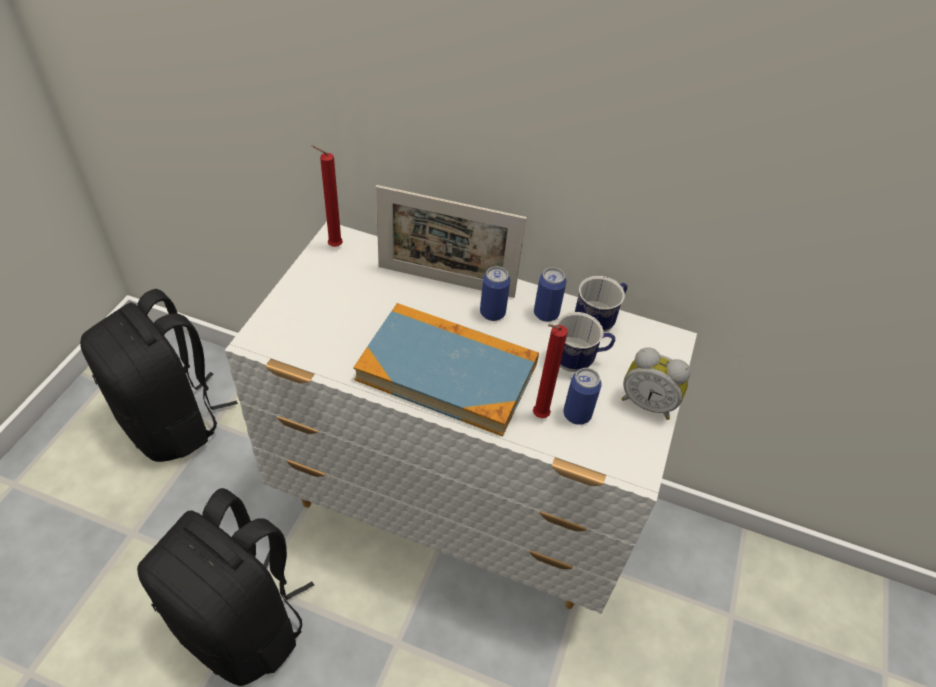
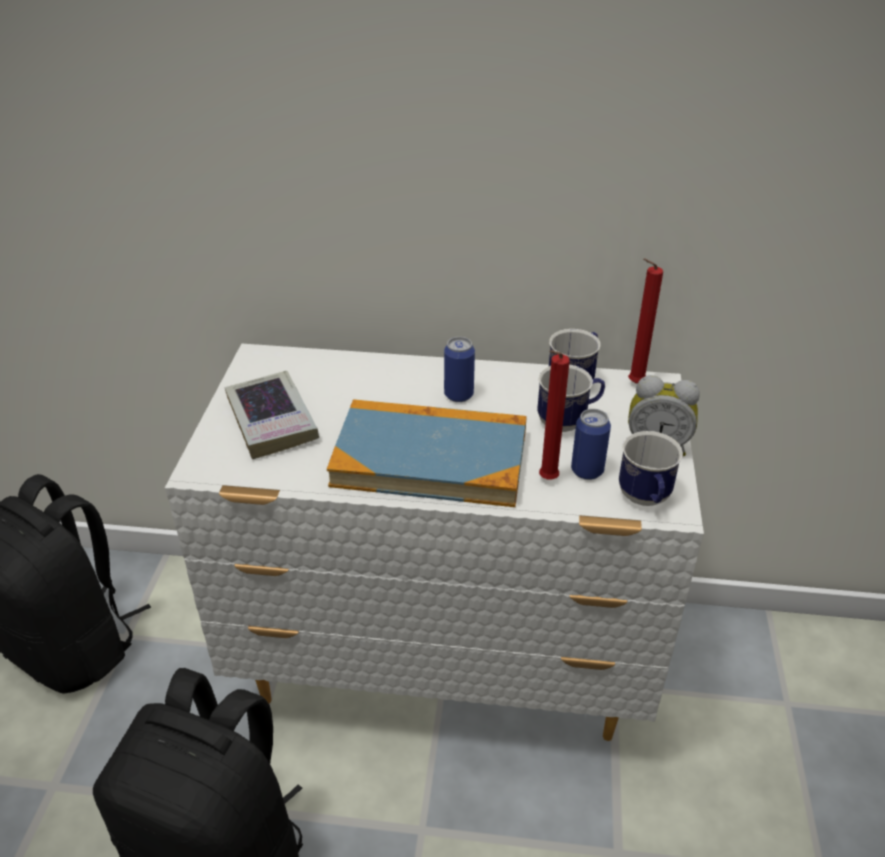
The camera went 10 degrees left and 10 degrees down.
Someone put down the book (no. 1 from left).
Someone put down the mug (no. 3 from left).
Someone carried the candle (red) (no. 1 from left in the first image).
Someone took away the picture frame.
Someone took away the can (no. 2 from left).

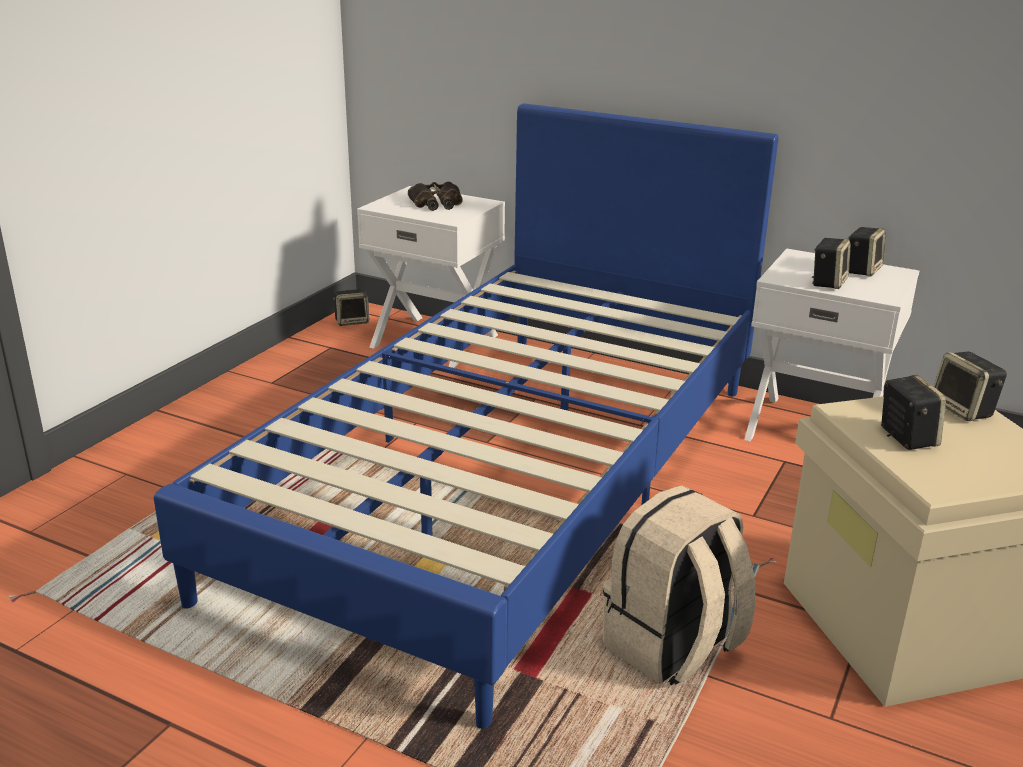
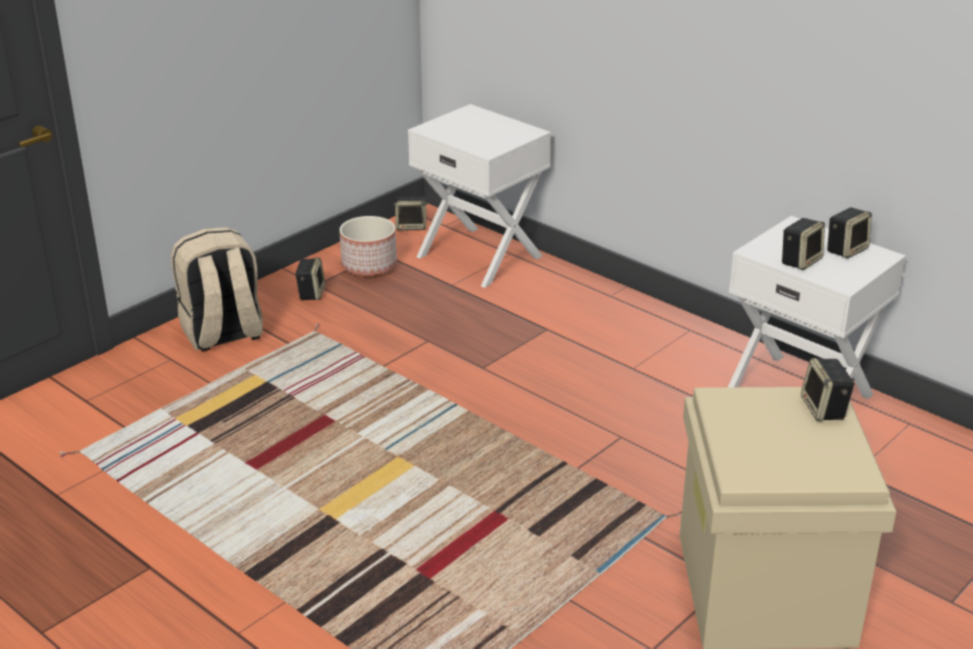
The camera went 15 degrees right and 5 degrees up.
Someone carried the backpack (beige).
Someone carried the speaker (no. 4 from left in the first image).
Someone put down the planter.
Someone took away the bed (blue).
Someone took away the binoculars.

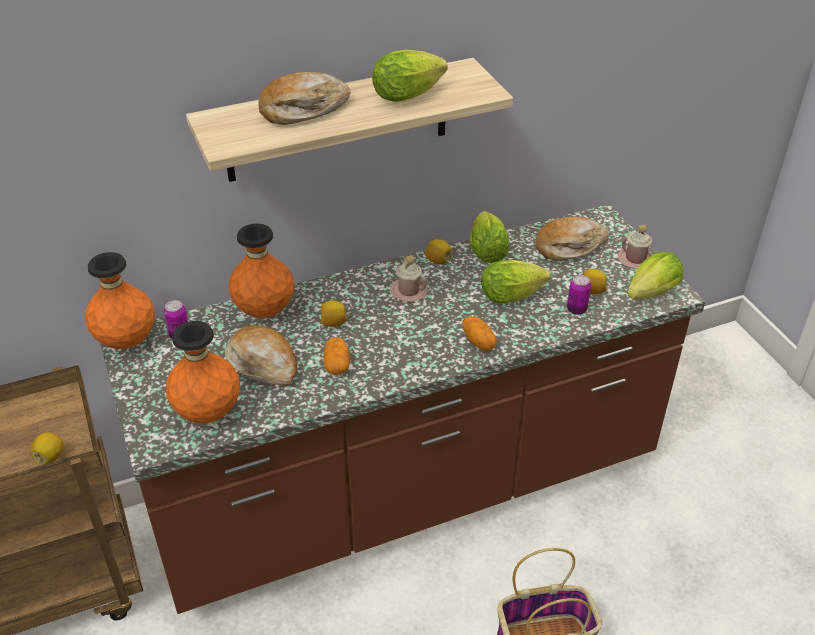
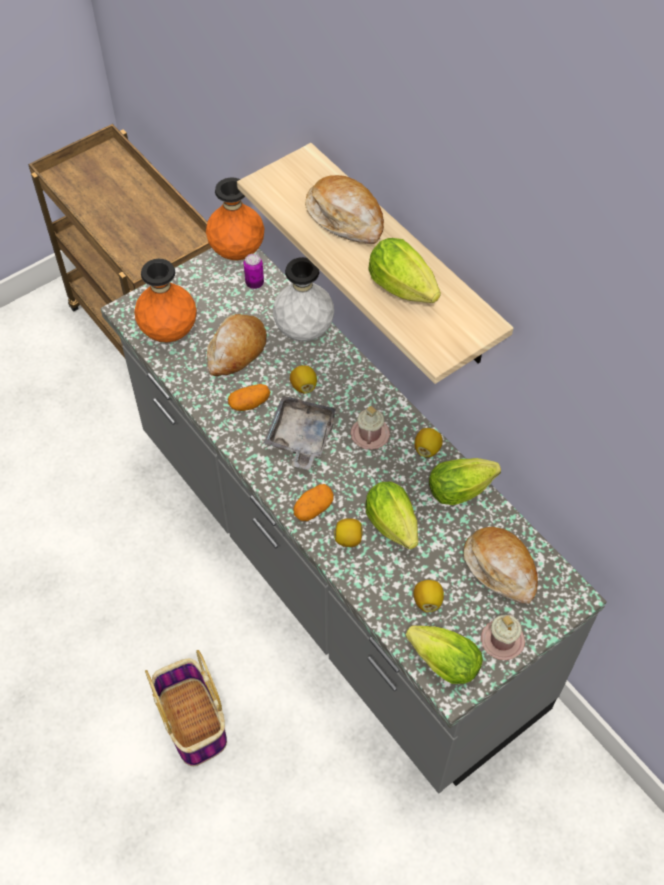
The camera went 75 degrees right and 15 degrees up.
Someone repainted the counter (brown), which became the counter (grey).
Someone put down the tray (grey).
Someone repainted the vase (orange) (no. 3 from left), which became the vase (white).
Someone carried the lemon (no. 1 from left in the first image).
Someone took away the can (no. 2 from left).

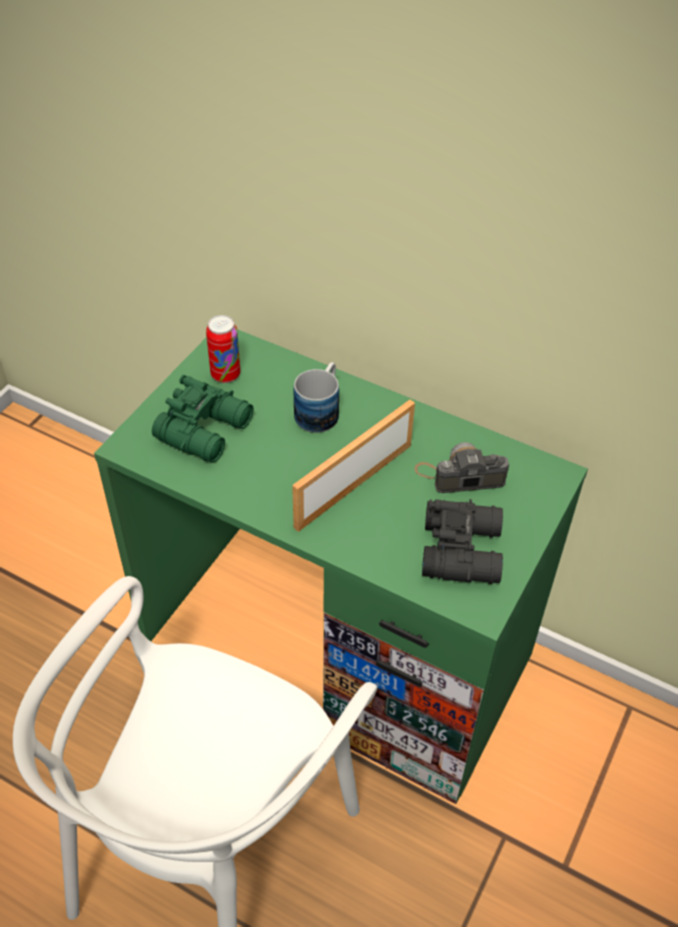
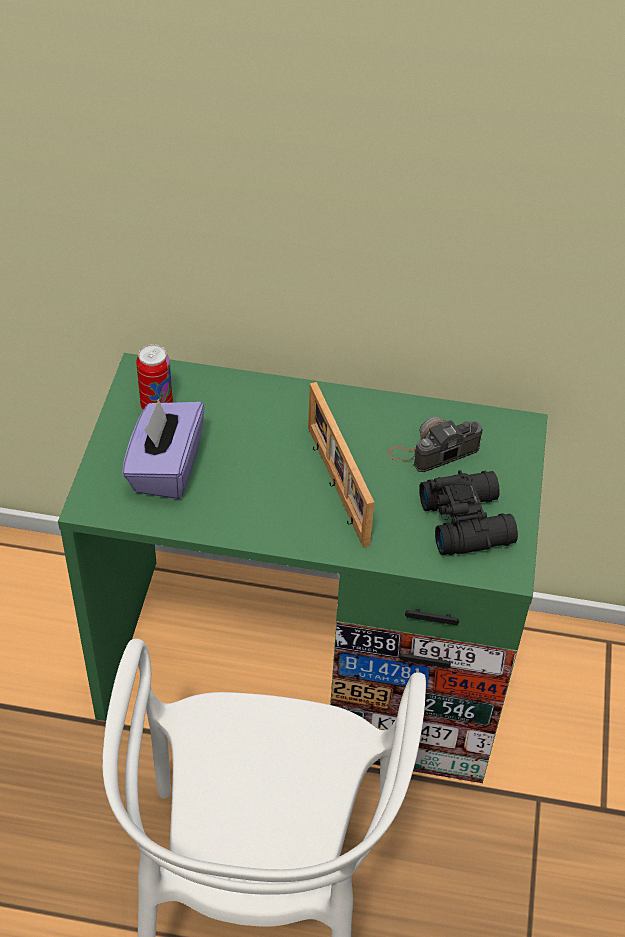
The camera went 20 degrees left and 0 degrees up.
Someone swapped the binoculars (green) for the tissue box (purple).
Someone rotated the picture frame by 45 degrees counterclockwise.
Someone took away the mug.

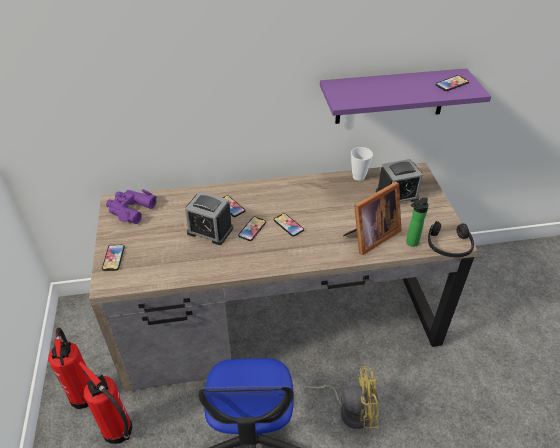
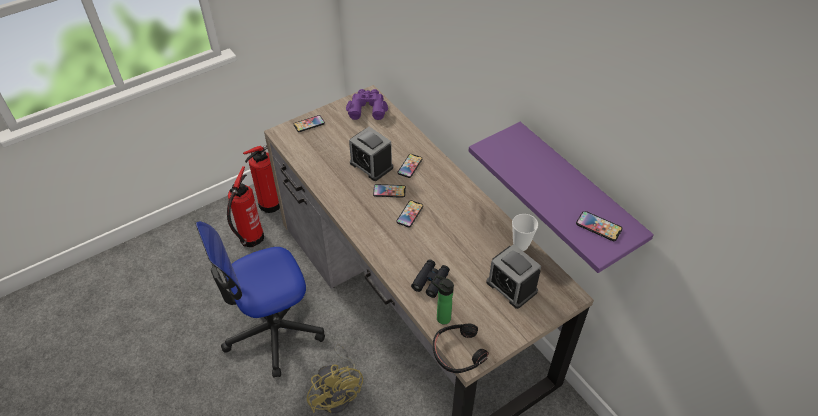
The camera went 65 degrees right and 5 degrees up.
Someone rotated the alarm clock (no. 1 from left) by 45 degrees counterclockwise.
Someone swapped the picture frame for the binoculars (black).

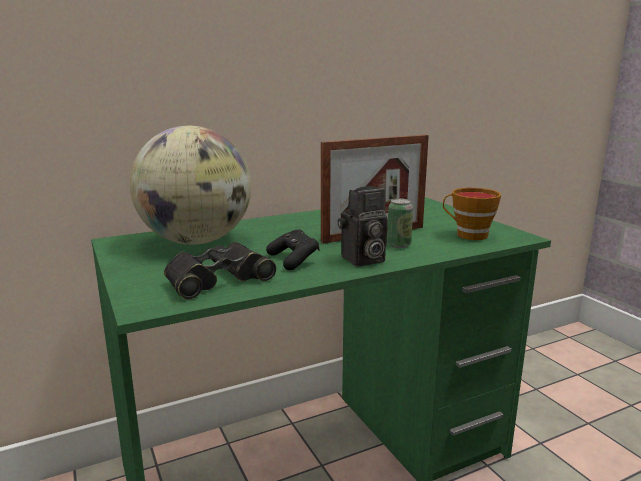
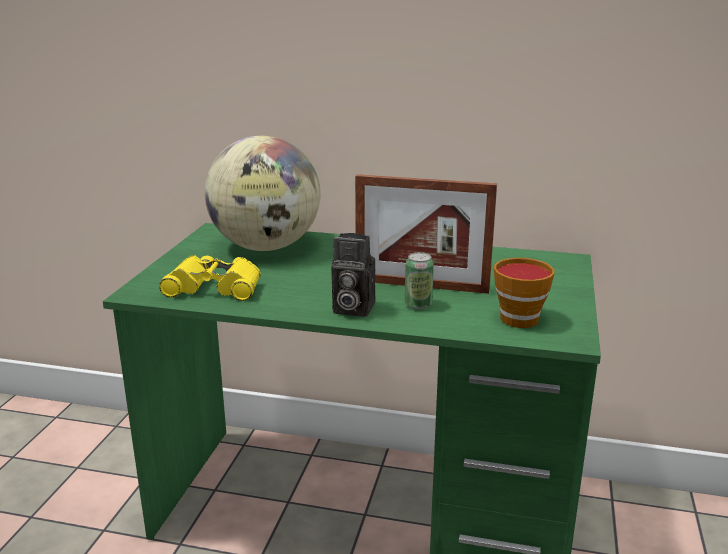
The camera went 40 degrees right and 5 degrees up.
Someone repainted the binoculars (black), which became the binoculars (yellow).
Someone took away the game controller (black).

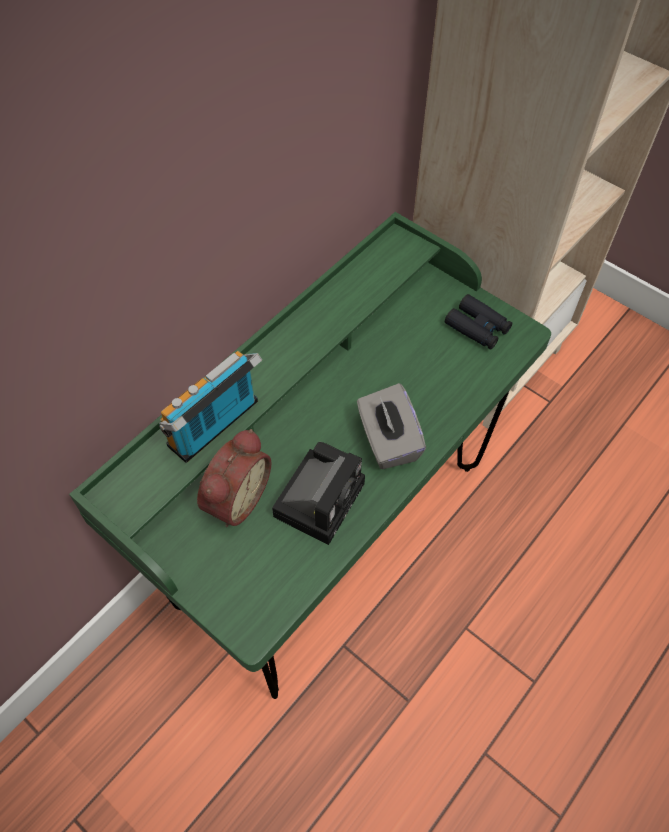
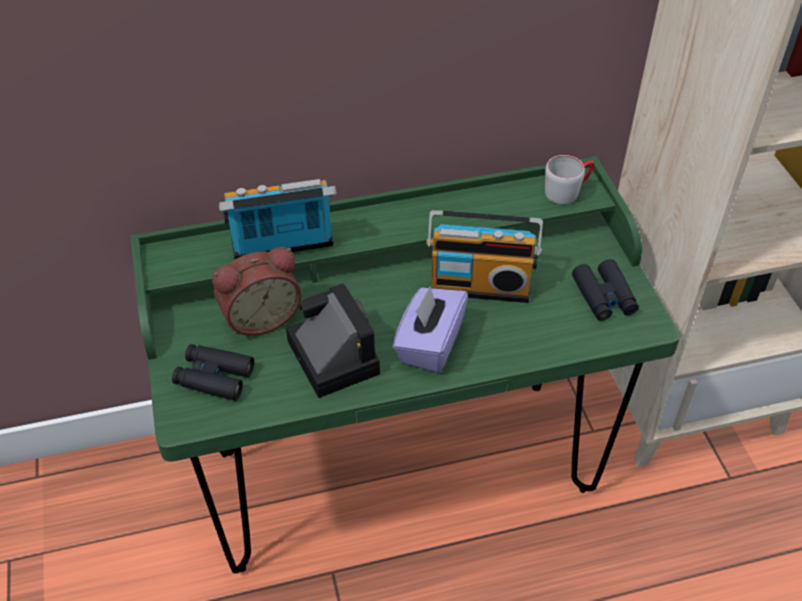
The camera went 35 degrees right and 10 degrees down.
Someone put down the binoculars (black) (no. 1 from left).
Someone rotated the photo camera by 90 degrees counterclockwise.
Someone repainted the tissue box (grey), which became the tissue box (purple).
Someone put down the radio (no. 2 from left).
Someone put down the mug (grey).

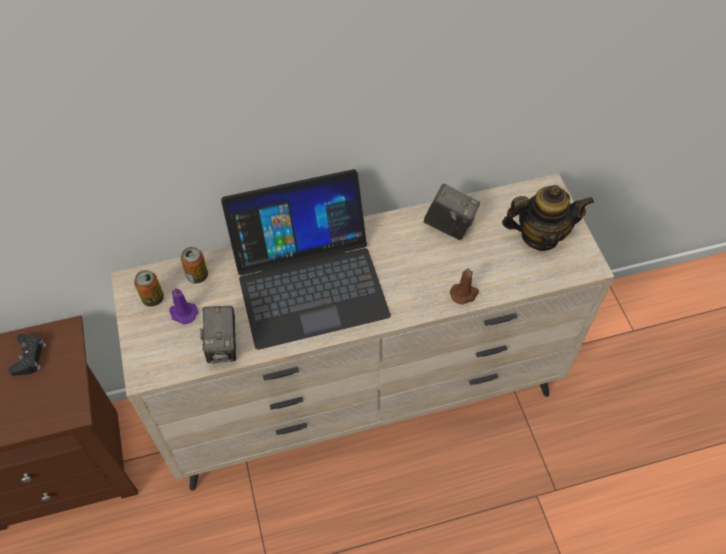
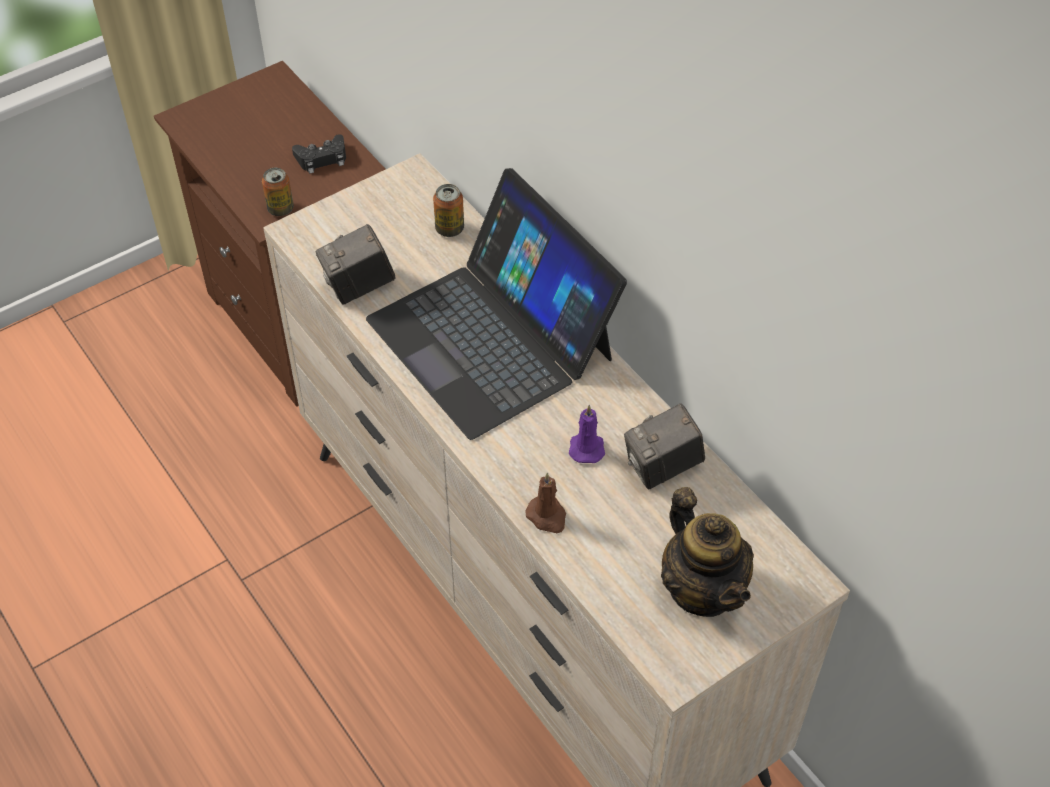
The camera went 70 degrees right and 5 degrees down.
Someone carried the can (no. 1 from left).
Someone carried the candle (purple).
Someone rotated the photo camera (no. 2 from left) by 60 degrees clockwise.

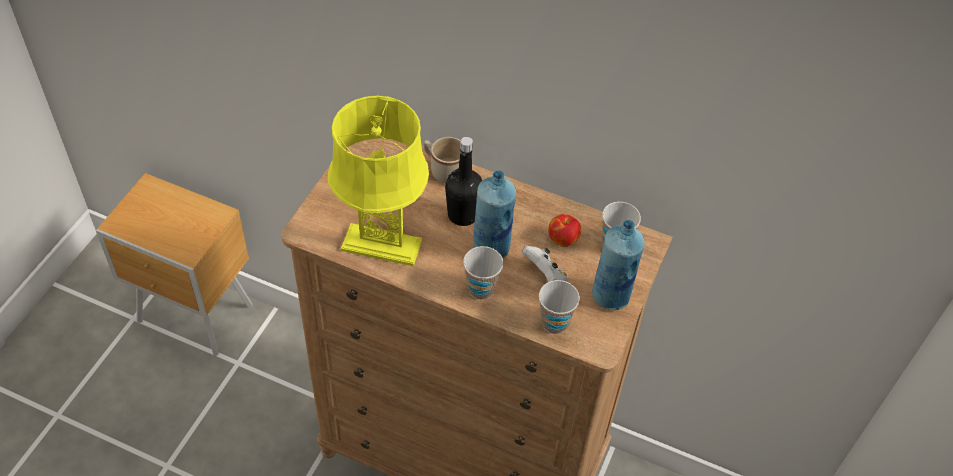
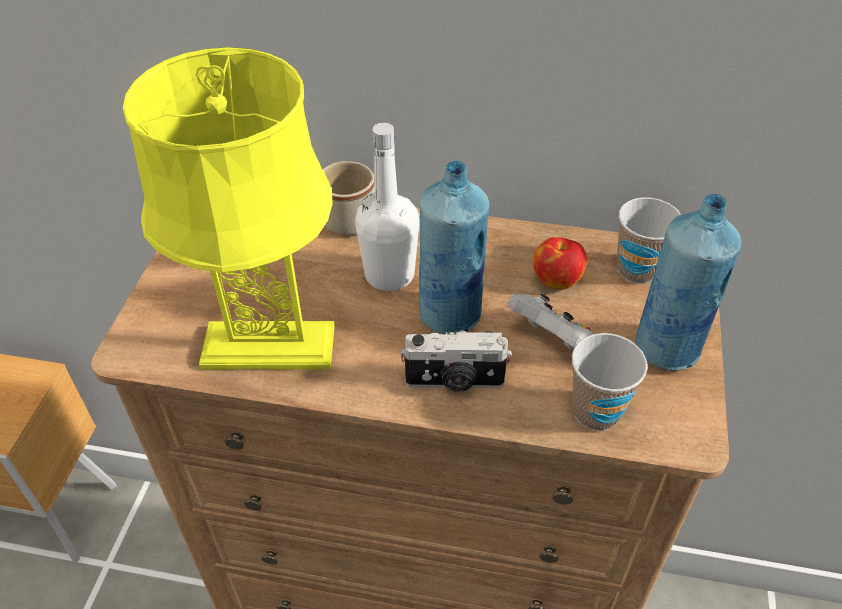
The camera went 10 degrees left and 5 degrees down.
Someone repainted the bottle (black), which became the bottle (white).
Someone swapped the cup (no. 1 from left) for the photo camera.

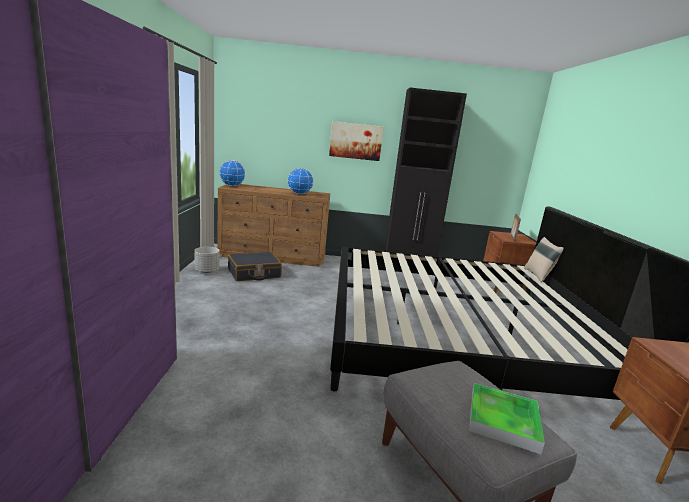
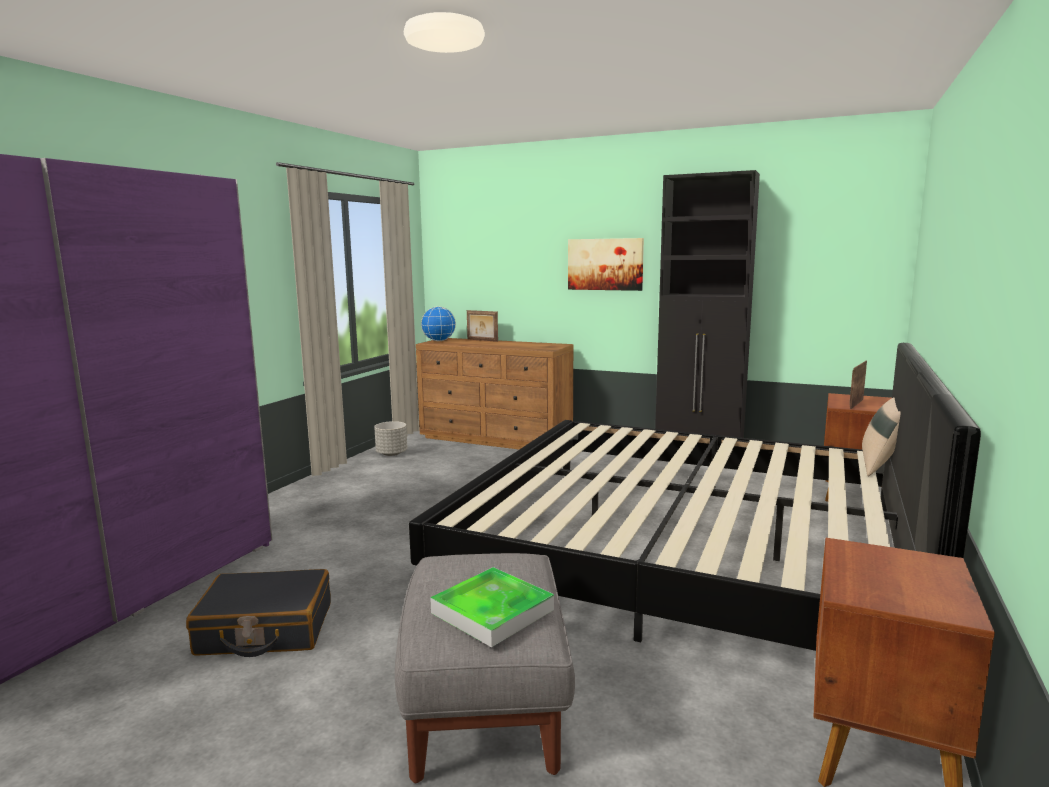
The camera went 25 degrees right and 5 degrees down.
Someone carried the suitcase (black).
Someone put down the picture frame (no. 1 from left).
Someone took away the globe (no. 2 from left).

